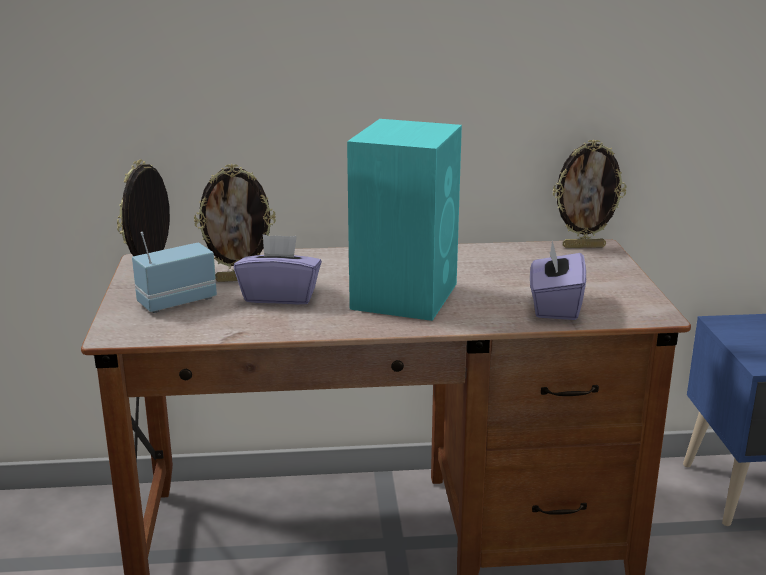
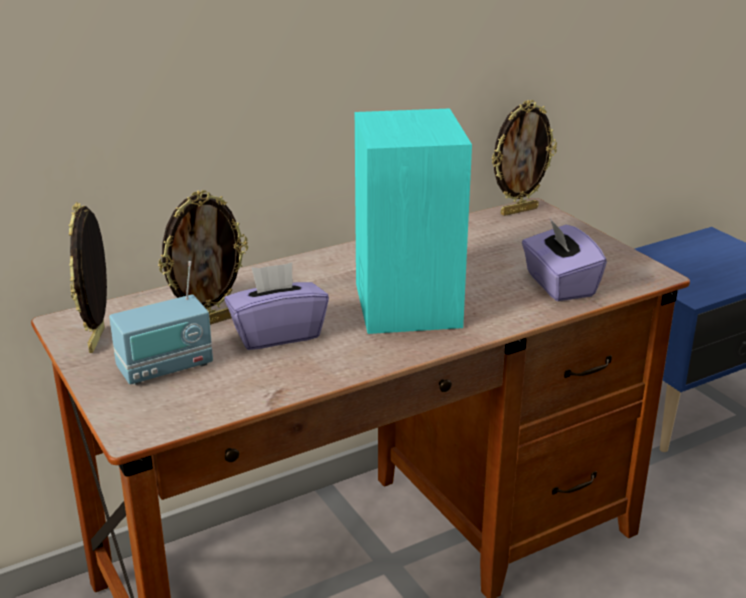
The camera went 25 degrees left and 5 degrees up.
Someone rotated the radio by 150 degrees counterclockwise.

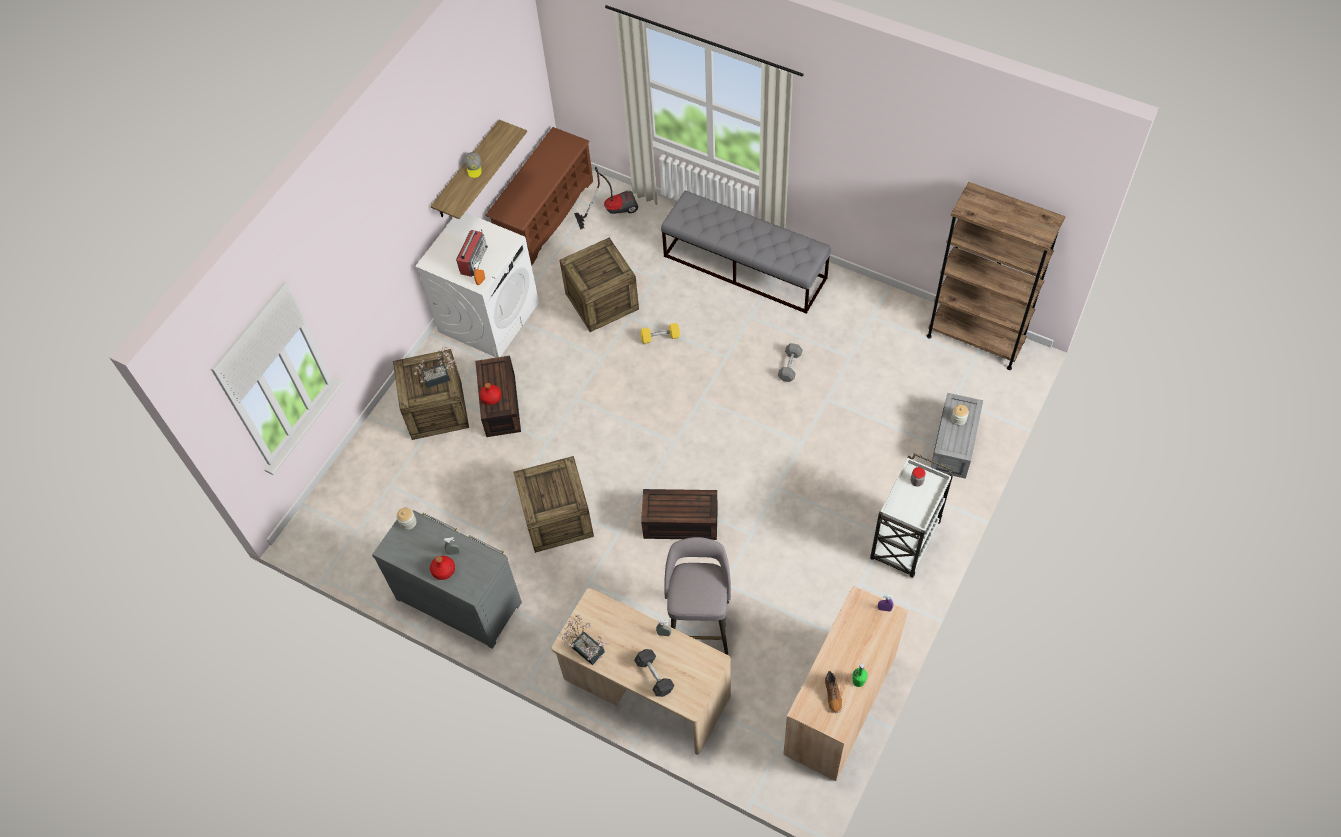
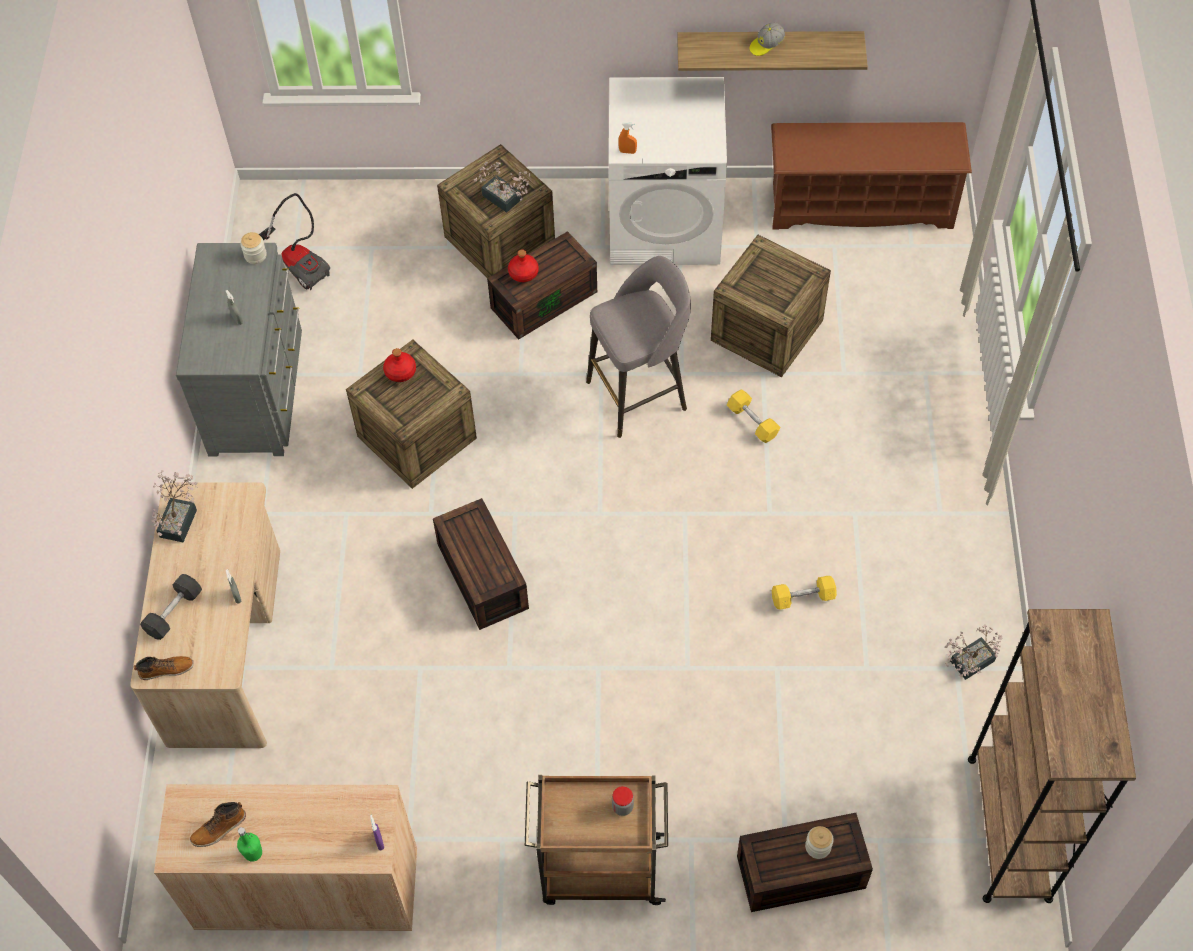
The camera went 60 degrees right and 0 degrees up.
Someone put down the boot (no. 1 from left).
Someone carried the vacuum cleaner.
Someone carried the bottle (red) (no. 1 from left).
Someone repainted the cart (white), which became the cart (brown).
Someone carried the stool (grey).
Someone repainted the storage box (grey), which became the storage box (brown) (no. 3 from left).
Someone repainted the dumbbell (grey) (no. 2 from left), which became the dumbbell (yellow) (no. 2 from left).
Someone put down the potted plant (no. 3 from left).
Someone took away the radio.
Someone took away the bench (grey).

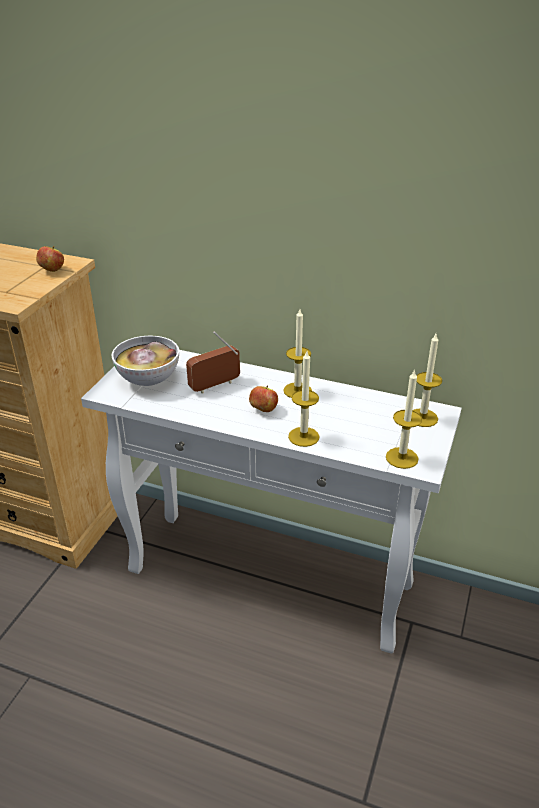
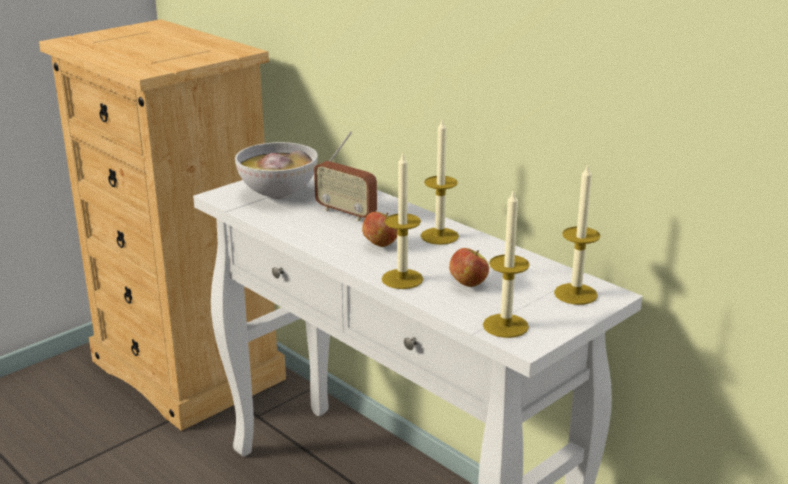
The camera went 25 degrees right and 10 degrees down.
Someone rotated the radio by 135 degrees counterclockwise.
Someone carried the apple (no. 1 from left in the first image).

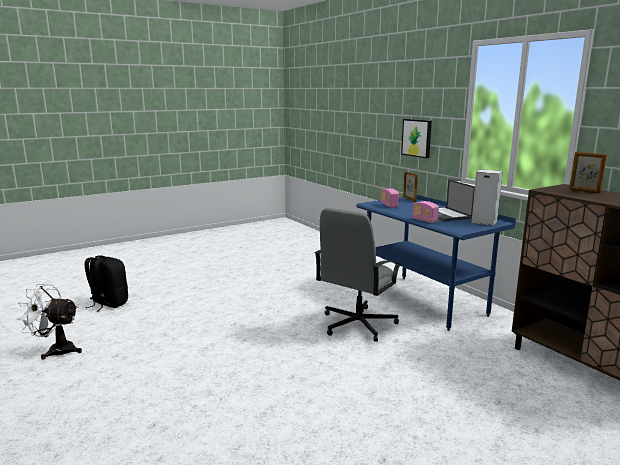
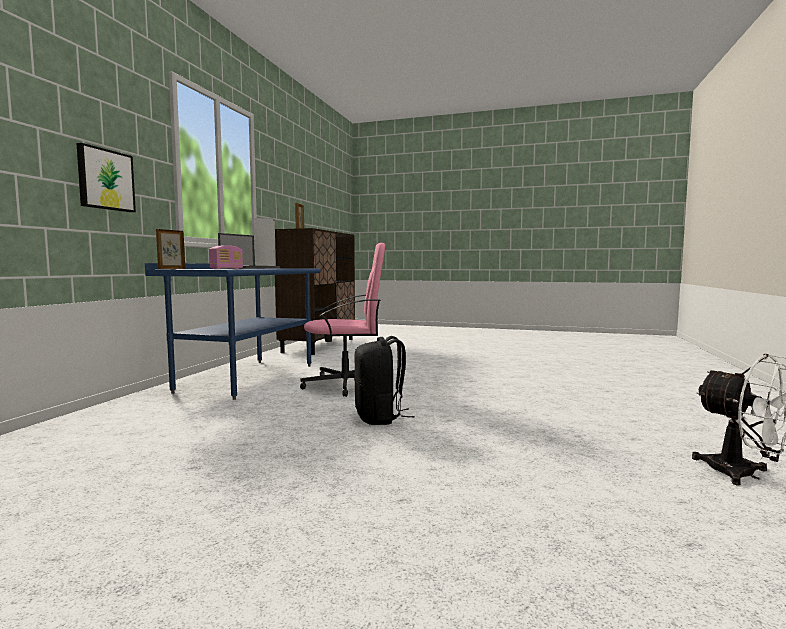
The camera went 130 degrees left and 10 degrees down.
Someone repainted the office chair (grey), which became the office chair (pink).
Someone carried the backpack (black).
Someone took away the radio (no. 2 from left).

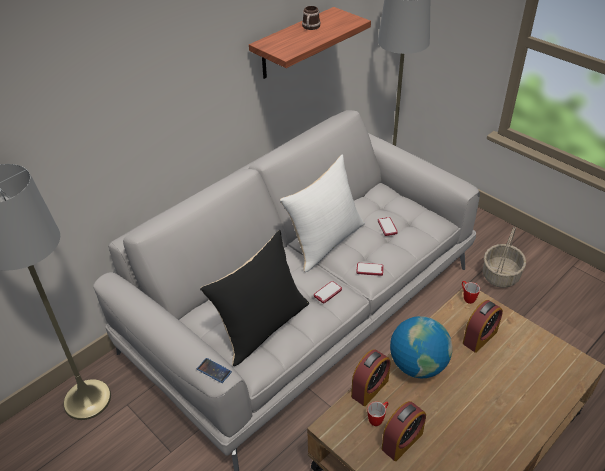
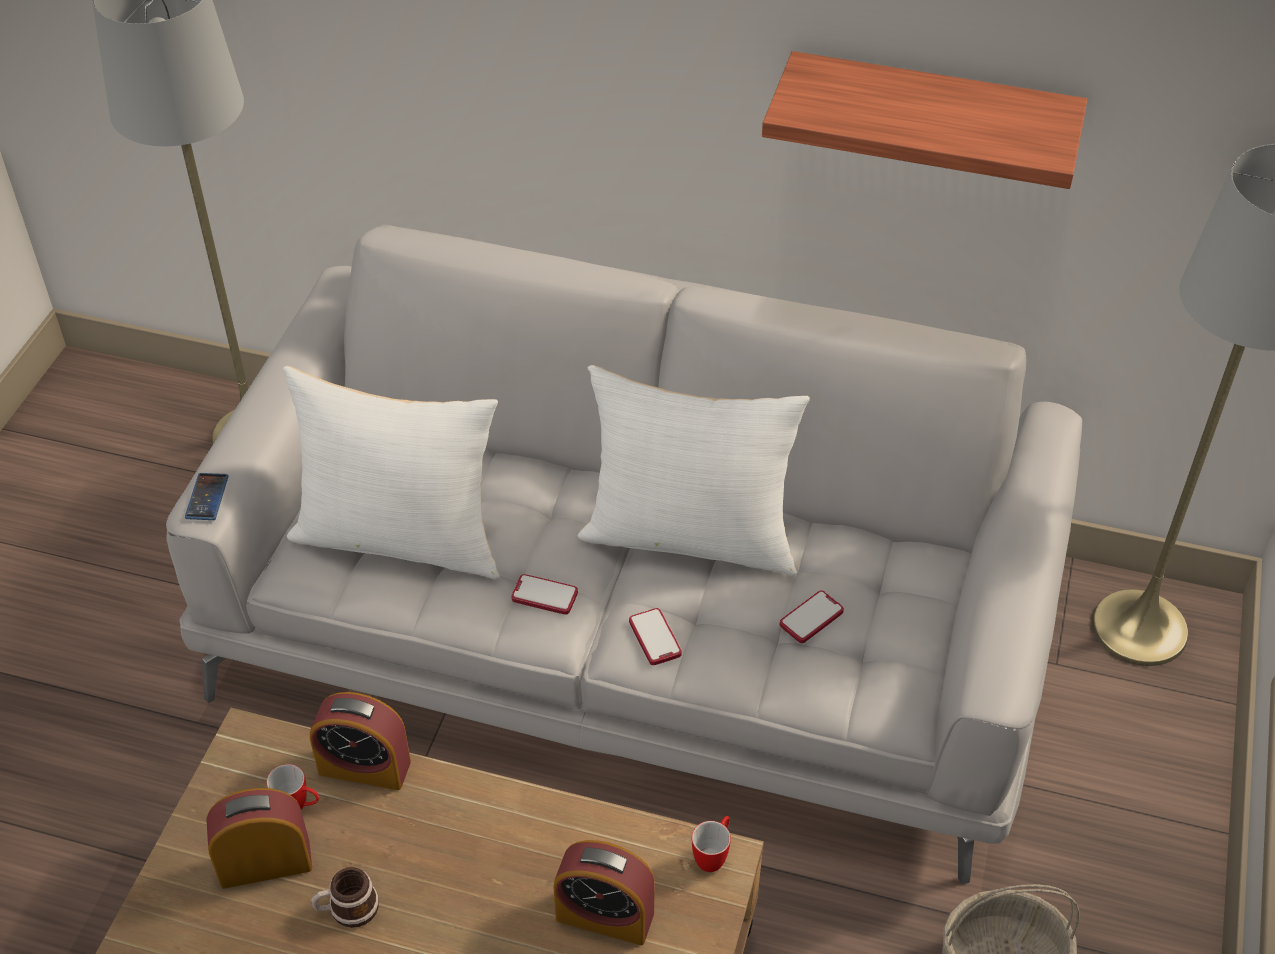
The camera went 60 degrees right and 5 degrees up.
Someone rotated the alarm clock (no. 2 from left in the first image) by 150 degrees clockwise.
Someone repainted the pillow (black), which became the pillow (white) (no. 1 from left).
Someone carried the mug (no. 1 from left in the first image).
Someone took away the globe.

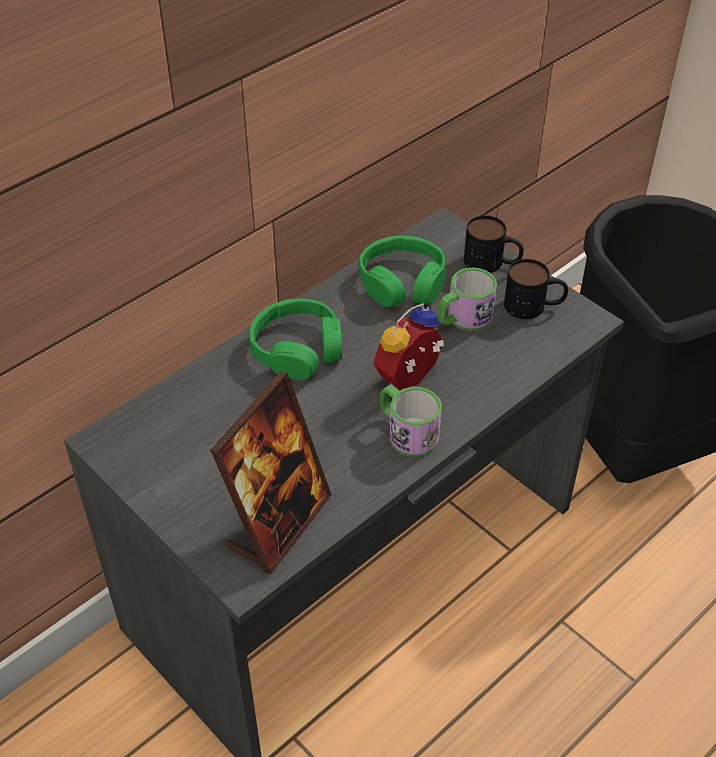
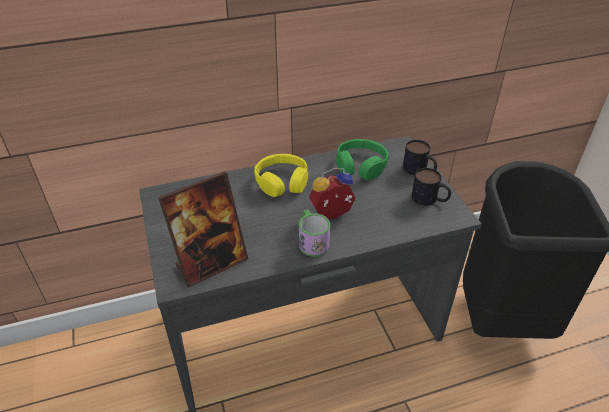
The camera went 25 degrees right and 5 degrees down.
Someone repainted the headphones (green) (no. 1 from left), which became the headphones (yellow).
Someone took away the mug (no. 2 from left).

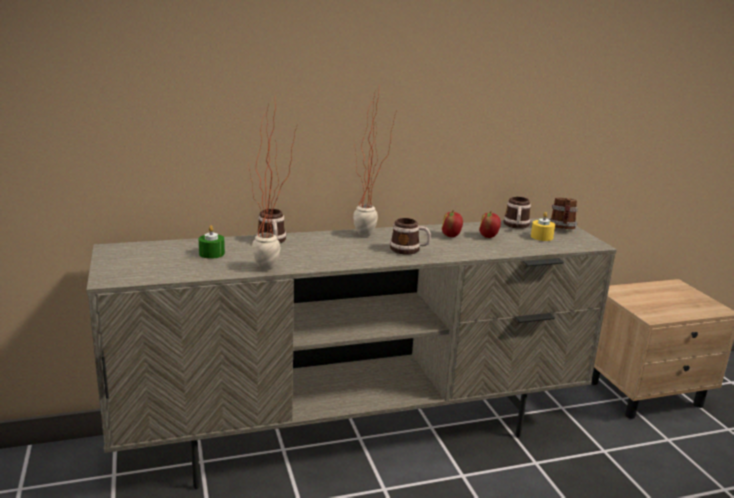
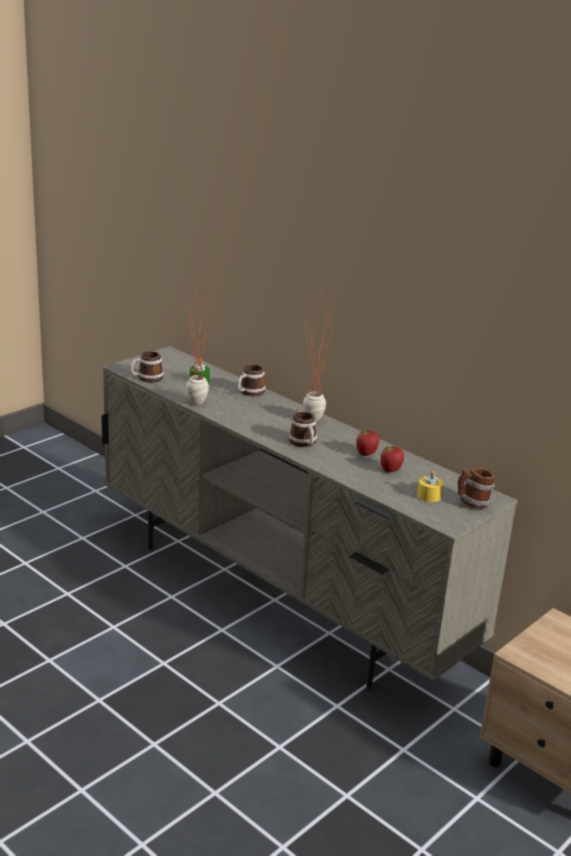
The camera went 60 degrees right and 5 degrees up.
Someone carried the mug (no. 3 from left in the first image).

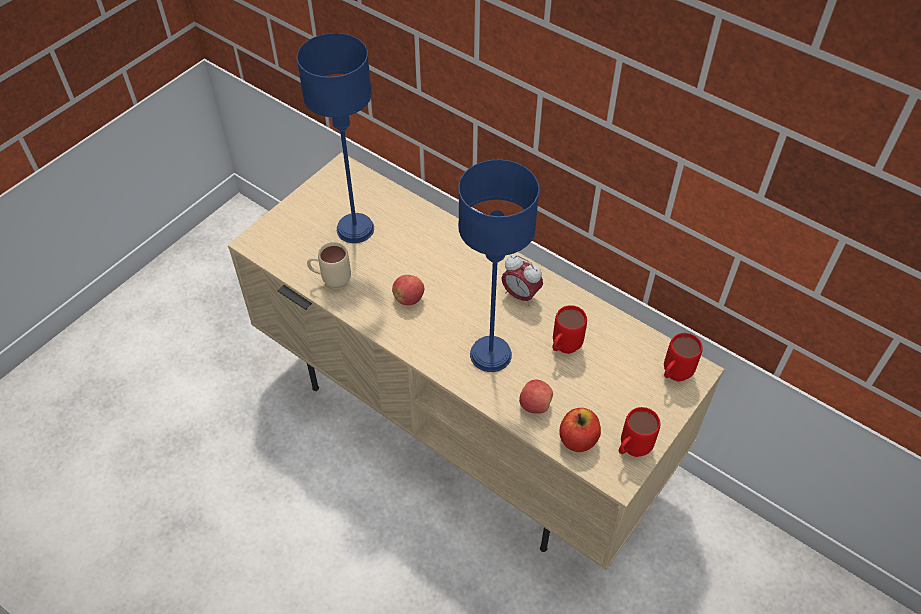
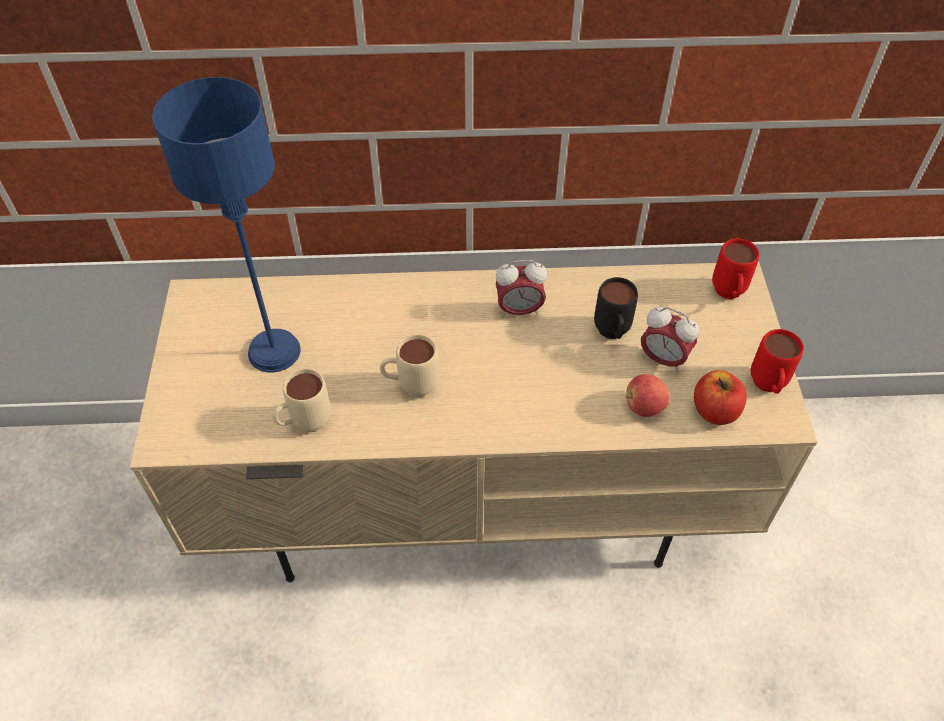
The camera went 40 degrees left and 0 degrees up.
Someone swapped the apple (no. 1 from left) for the mug (beige) (no. 2 from left).
Someone repainted the mug (red) (no. 1 from left), which became the mug (black).
Someone put down the alarm clock (no. 2 from left).
Someone took away the table lamp (blue) (no. 2 from left).

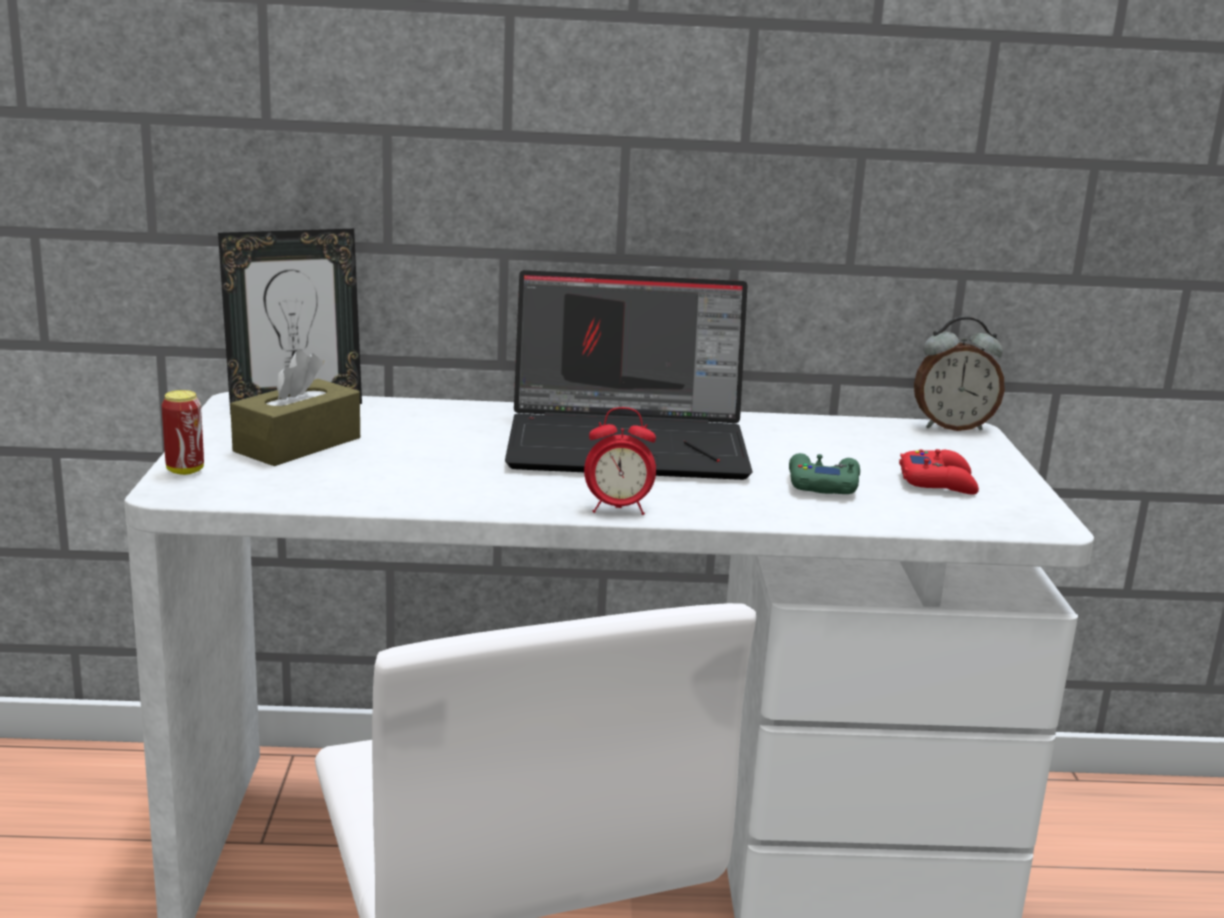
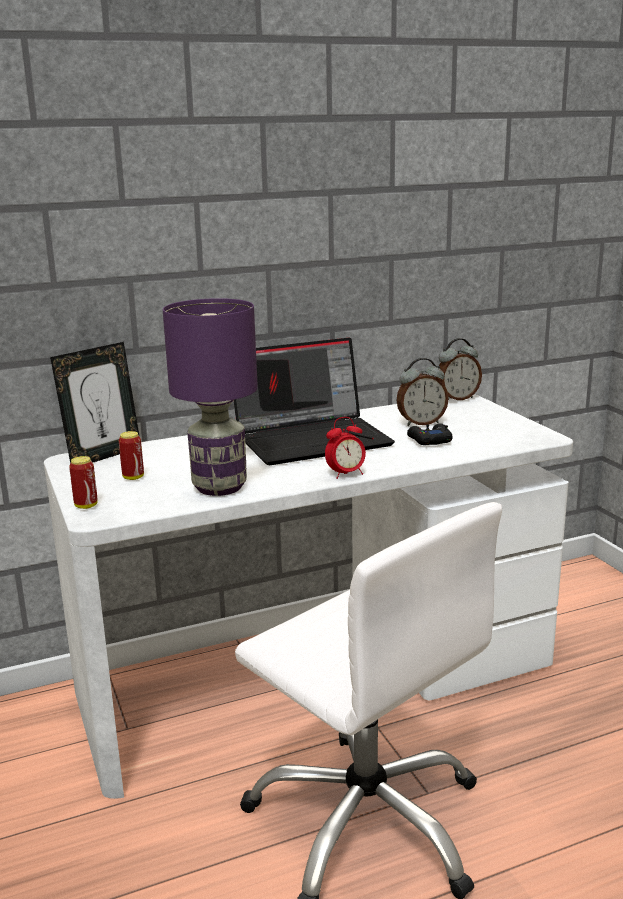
The camera went 20 degrees left and 0 degrees up.
Someone swapped the tissue box (brown) for the can (no. 2 from left).
Someone put down the table lamp (purple).
Someone put down the alarm clock (no. 2 from left).
Someone repainted the game controller (green), which became the game controller (black).
Someone took away the game controller (red).

